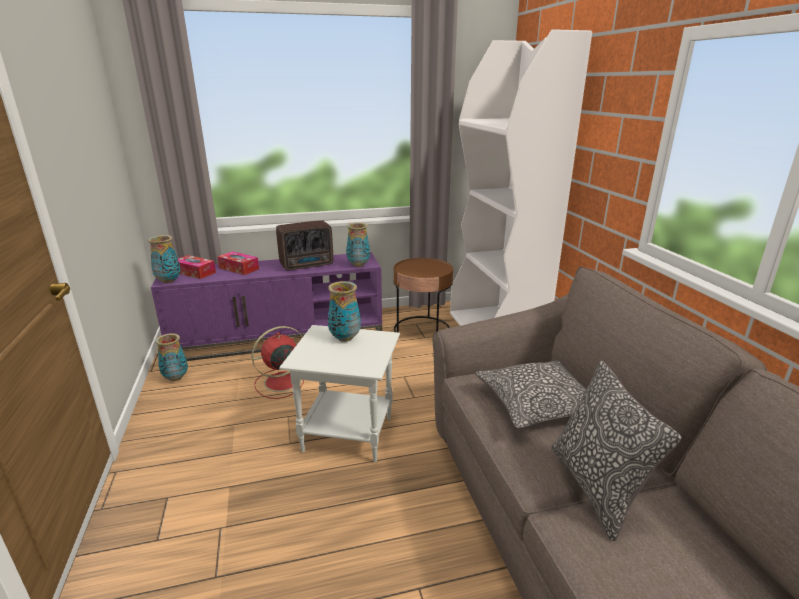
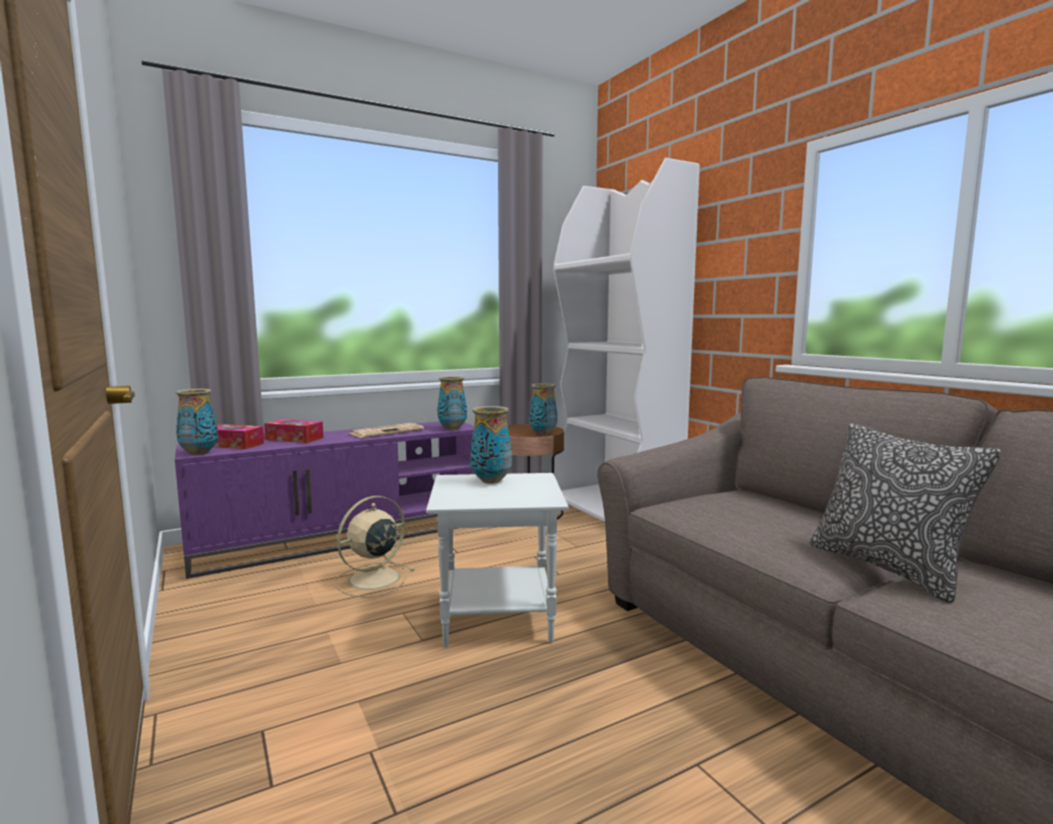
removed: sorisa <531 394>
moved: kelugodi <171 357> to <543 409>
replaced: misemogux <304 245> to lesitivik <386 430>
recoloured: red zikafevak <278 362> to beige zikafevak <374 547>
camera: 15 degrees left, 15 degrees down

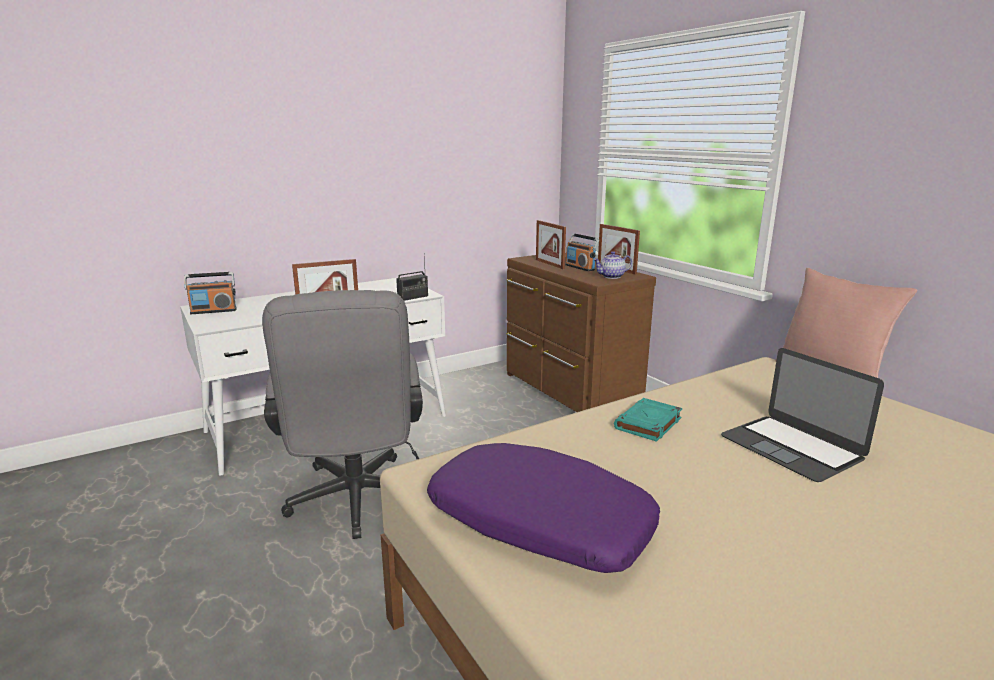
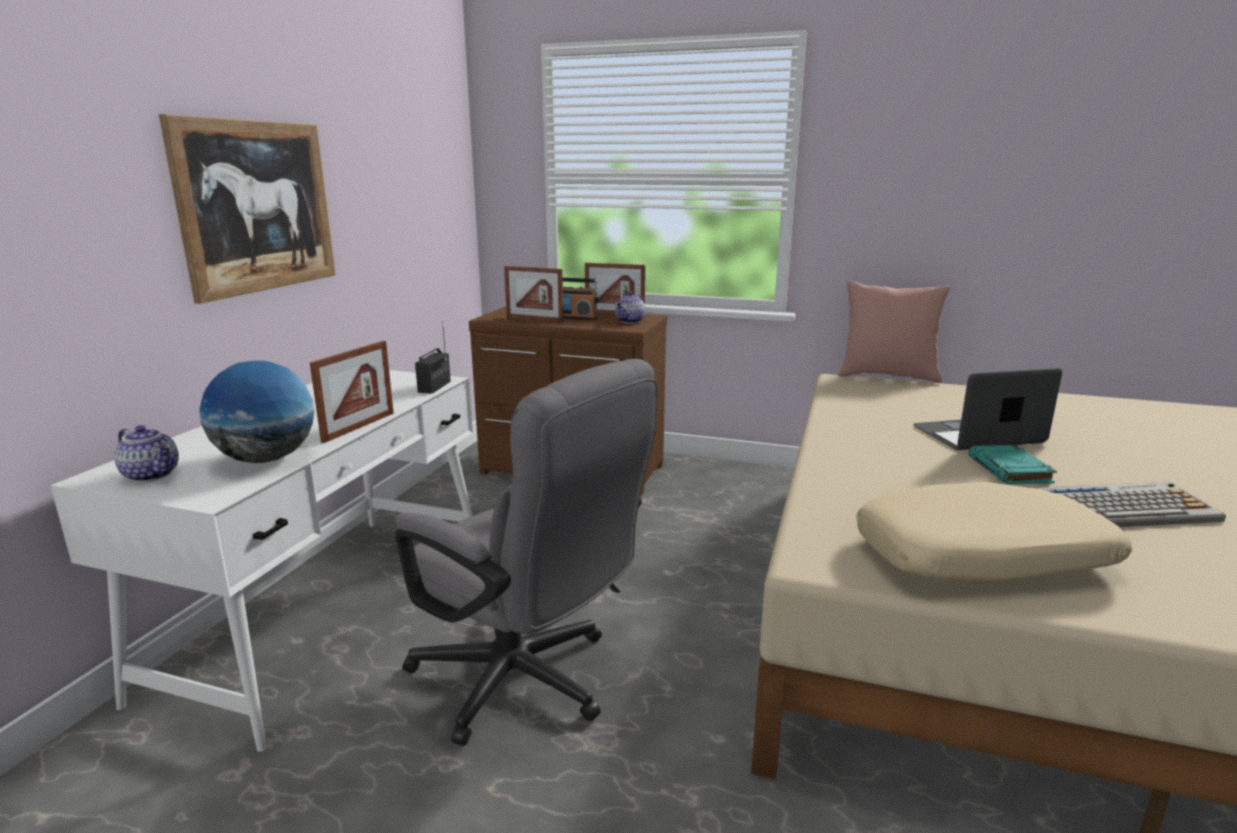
added: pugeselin <247 209>; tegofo <256 412>; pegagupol <1130 504>
moved: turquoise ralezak <648 420> to <1012 464>
replaced: misemogux <210 293> to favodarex <146 453>
recoloured: purple sorisa <543 508> to beige sorisa <994 532>
turned: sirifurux <802 415> = <987 409> 150 degrees clockwise
camera: 40 degrees left, 0 degrees up

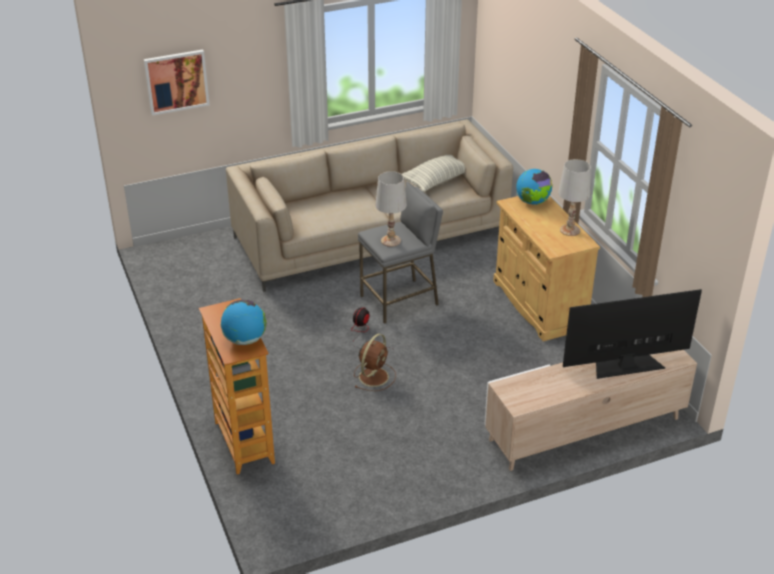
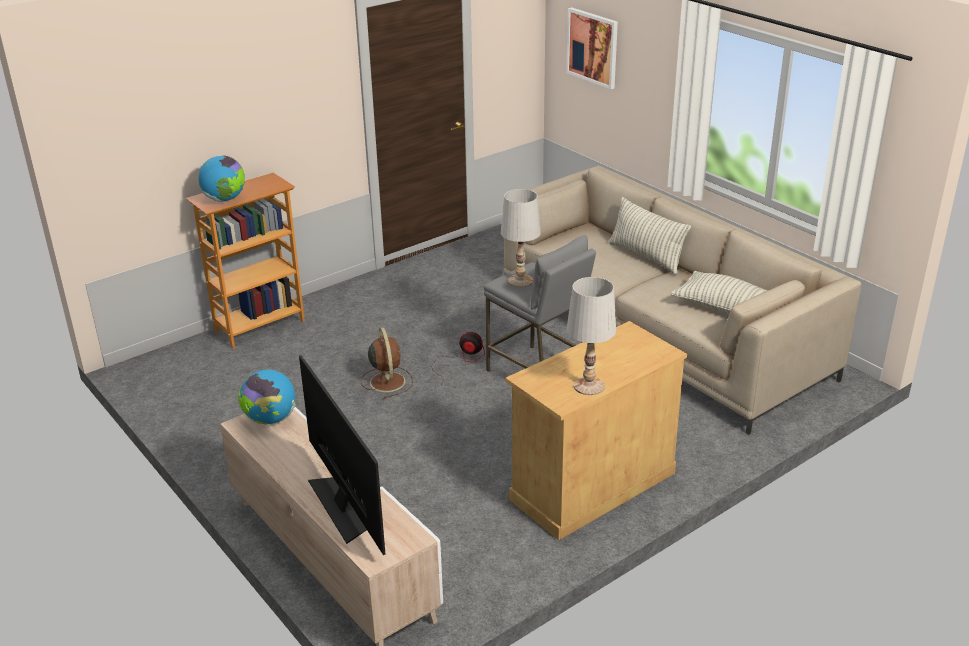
added: sorisa <650 236>
moved: tegofo <534 187> to <266 397>
turned: brown zikafevak <375 362> = <386 363> 120 degrees counterclockwise
camera: 75 degrees right, 5 degrees down

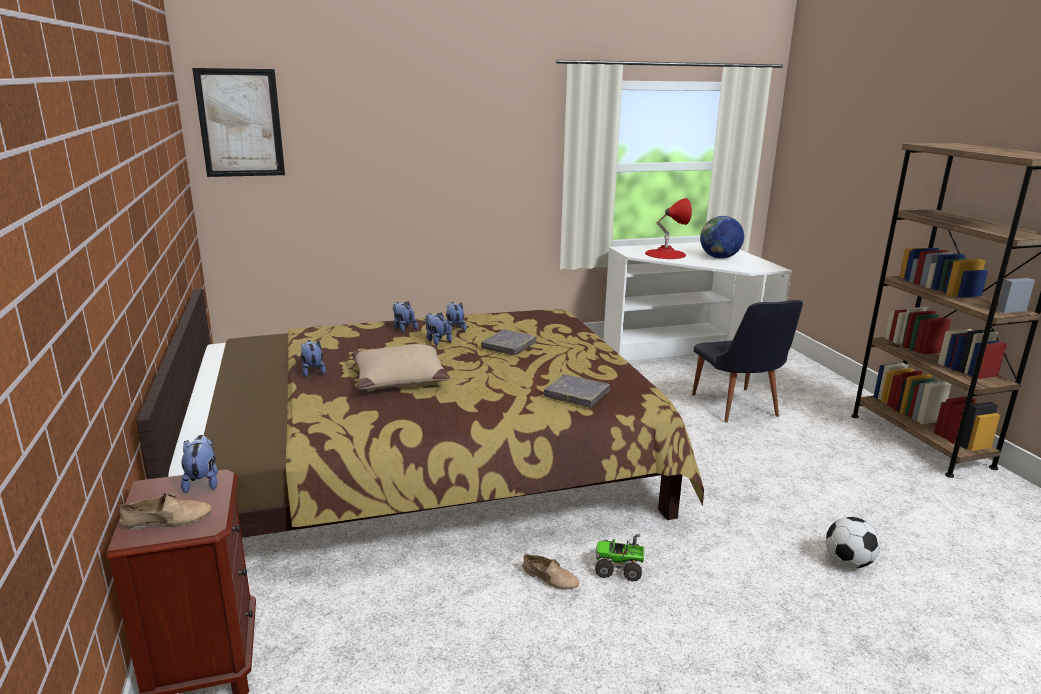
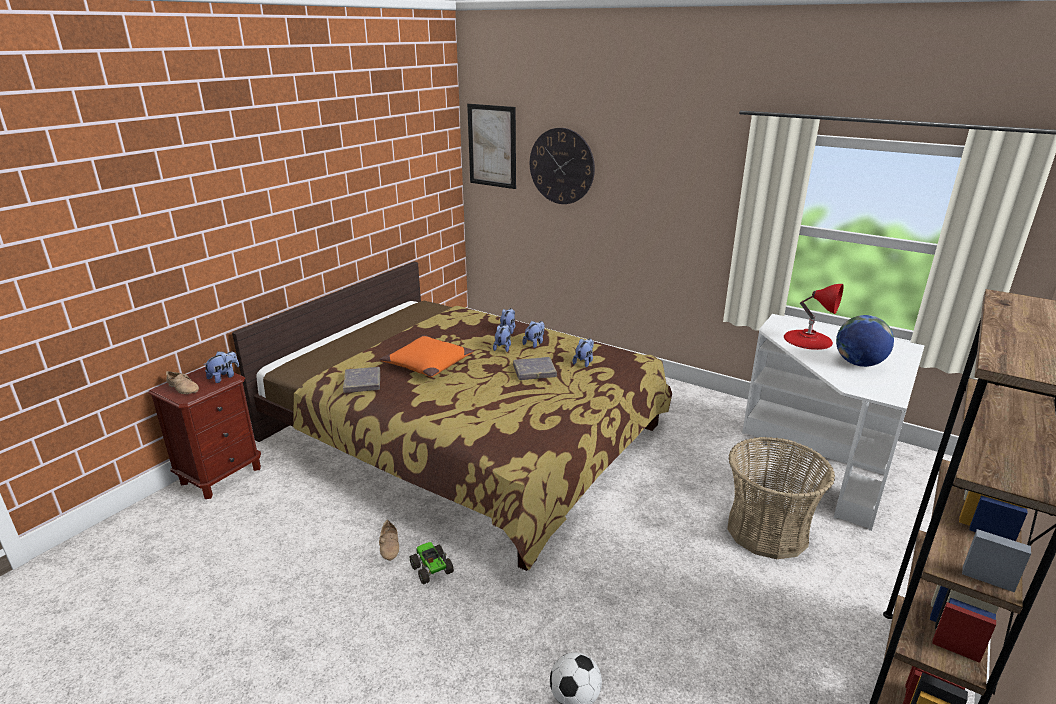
added: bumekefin <562 166>
moved: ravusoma <313 358> to <583 352>; grey ralezak <577 391> to <361 380>
replaced: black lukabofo <747 361> to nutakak <781 498>
recoloured: beige sorisa <400 367> to orange sorisa <426 356>
camera: 50 degrees right, 5 degrees up

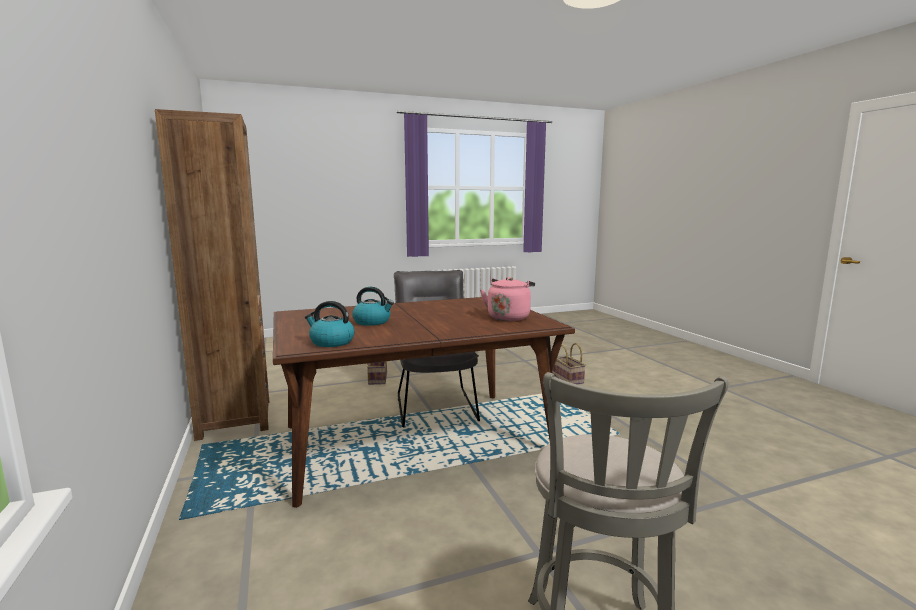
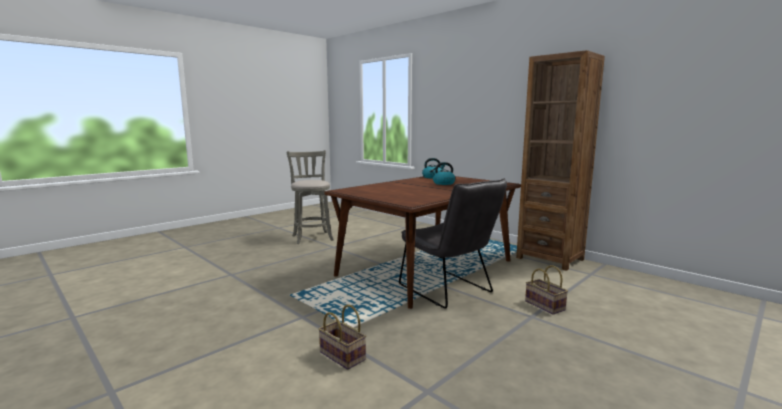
removed: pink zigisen <507 299>
camera: 155 degrees right, 0 degrees up

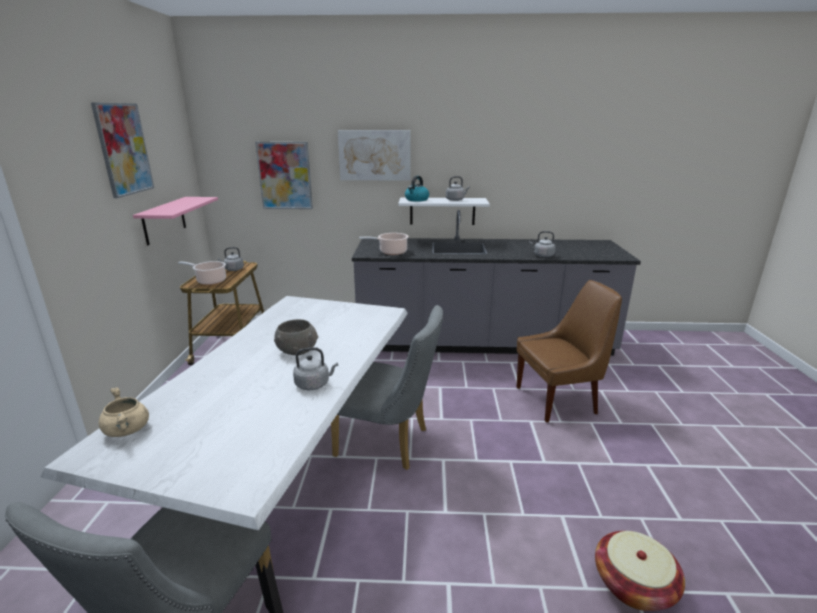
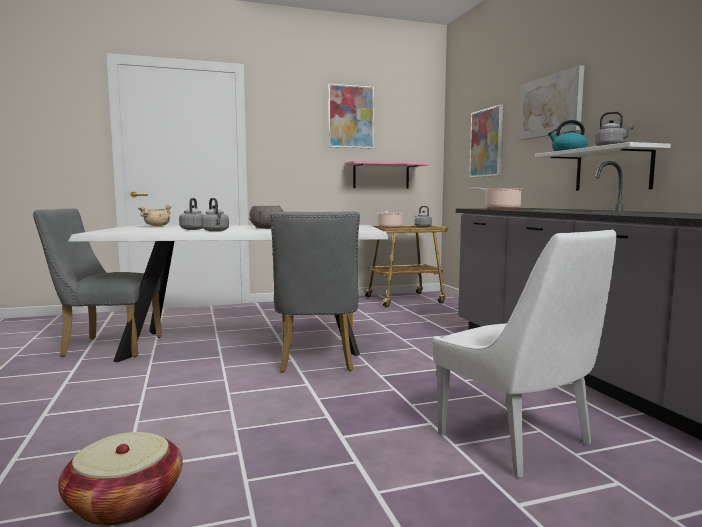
moved: grey zigisen <542 244> to <191 214>
recoloured: brown lukabofo <569 351> to white lukabofo <525 354>
camera: 70 degrees right, 15 degrees down

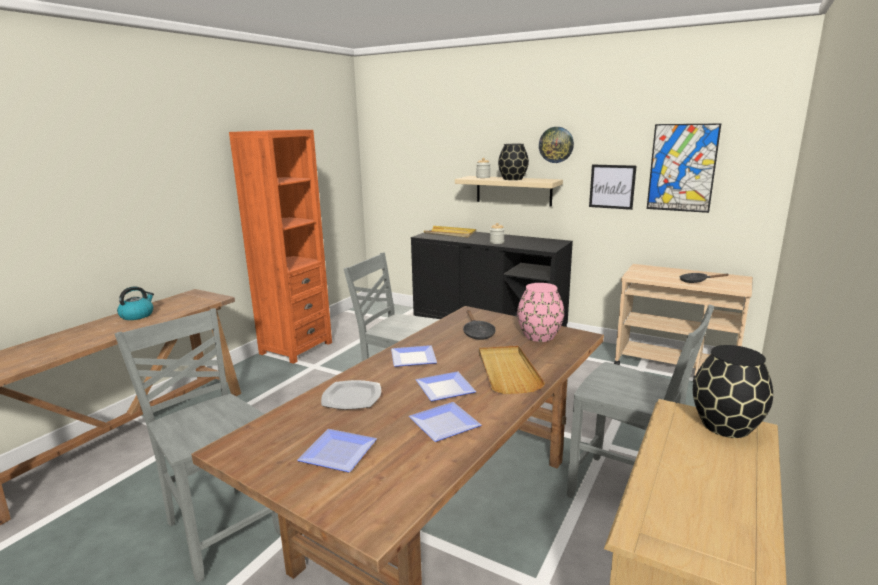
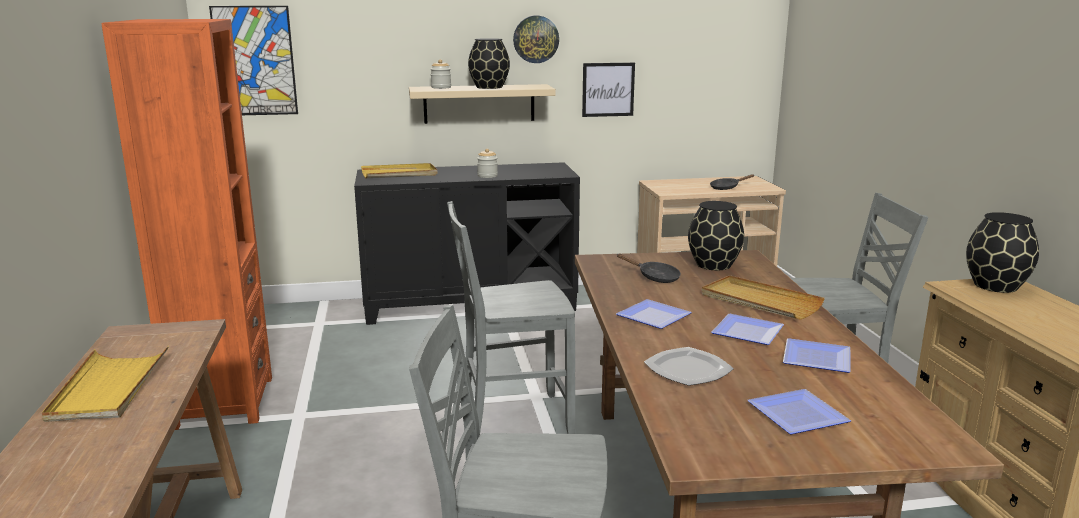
moved: pugeselin <684 168> to <253 60>
replaced: zigisen <135 303> to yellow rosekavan <105 384>
recoloured: pink kelugodi <540 312> to black kelugodi <716 235>
camera: 40 degrees left, 0 degrees up

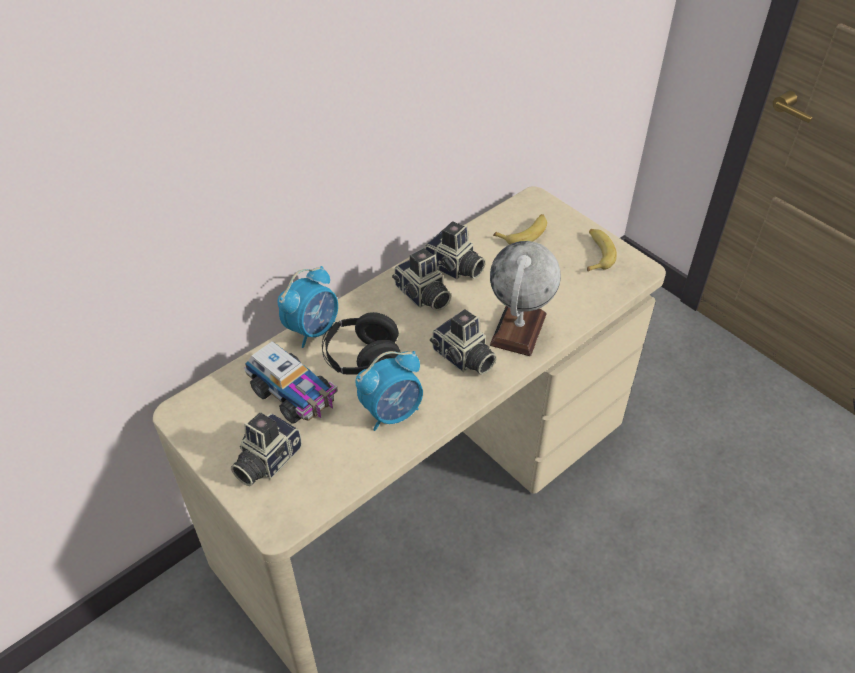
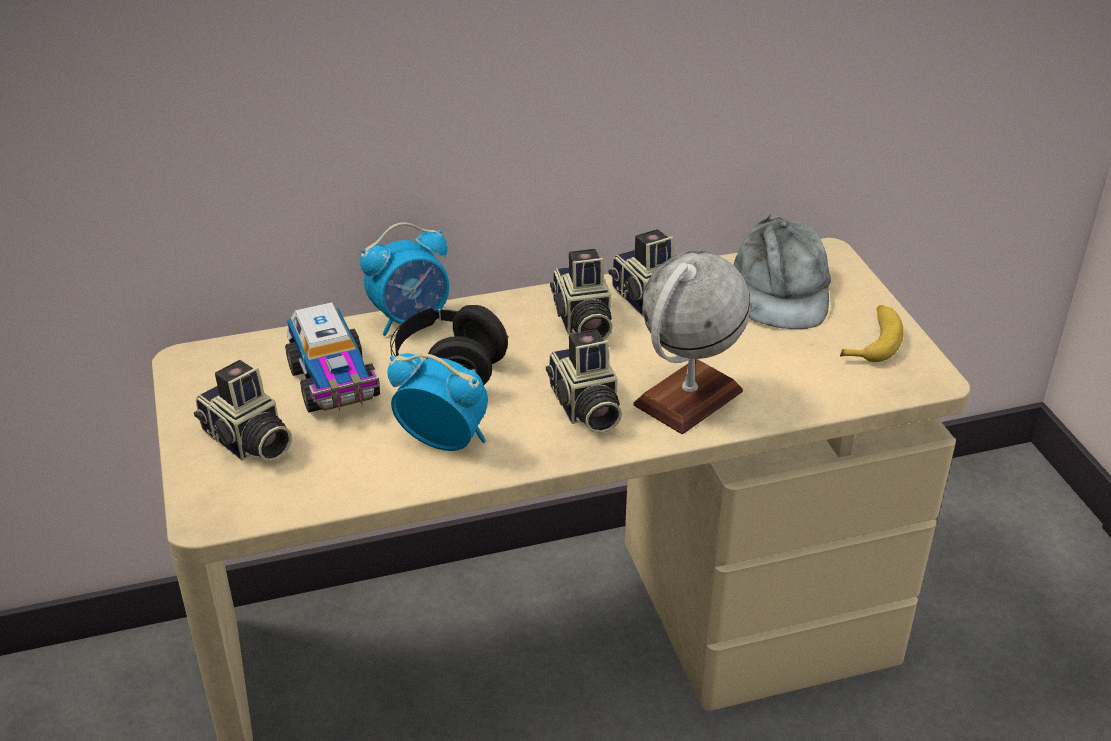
replaced: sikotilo <520 229> to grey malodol <782 272>
turned: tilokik <266 449> = <243 411> 105 degrees counterclockwise; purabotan <389 391> = <437 402> 150 degrees counterclockwise
camera: 25 degrees right, 10 degrees down

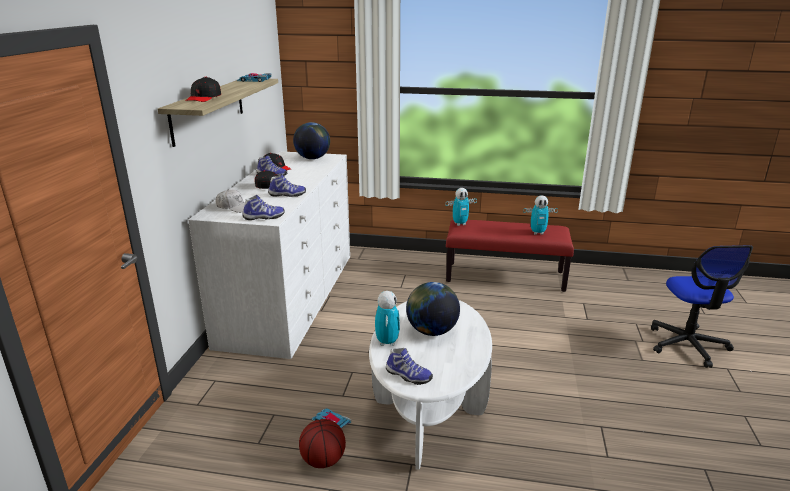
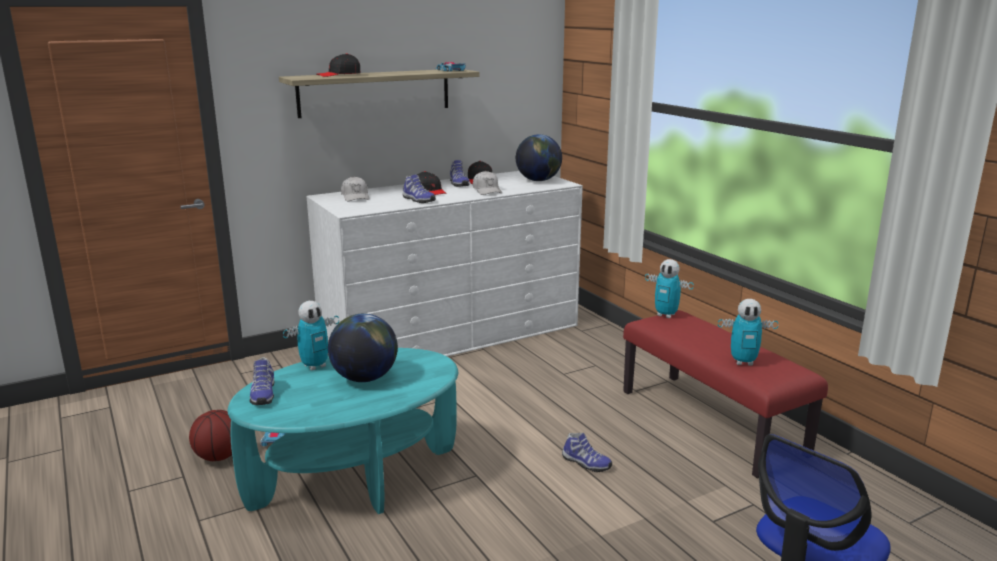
added: white malodol <487 183>
moved: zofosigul <263 207> to <587 452>
recoloured: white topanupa <430 385> to turquoise topanupa <342 431>
turned: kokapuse <540 215> = <748 332> 45 degrees counterclockwise
camera: 50 degrees right, 5 degrees down

